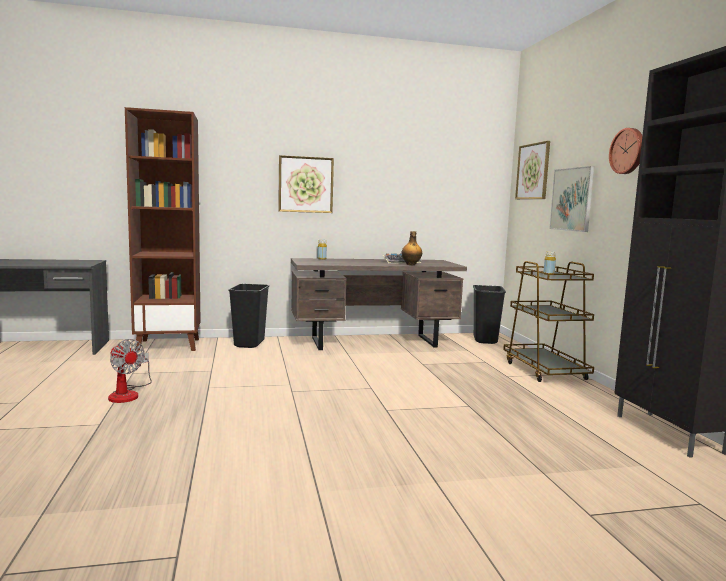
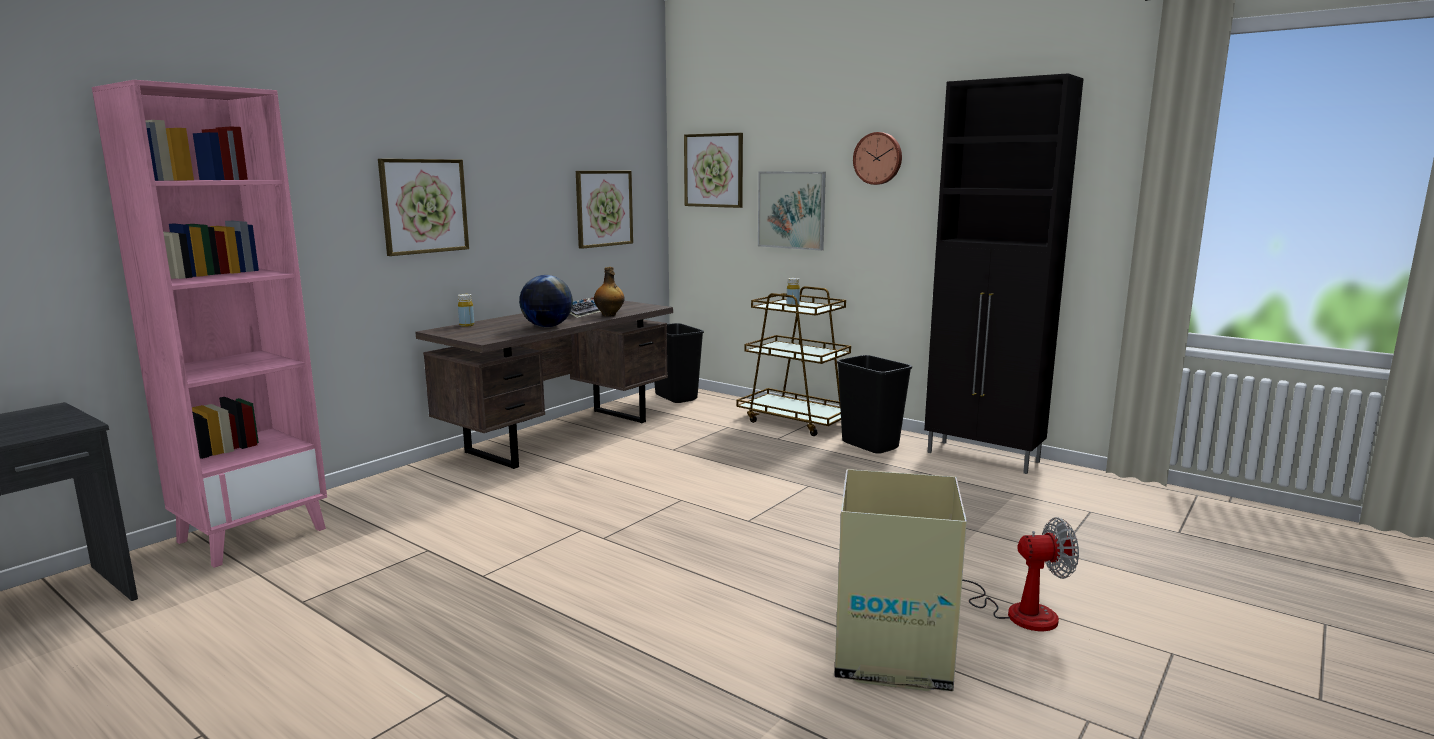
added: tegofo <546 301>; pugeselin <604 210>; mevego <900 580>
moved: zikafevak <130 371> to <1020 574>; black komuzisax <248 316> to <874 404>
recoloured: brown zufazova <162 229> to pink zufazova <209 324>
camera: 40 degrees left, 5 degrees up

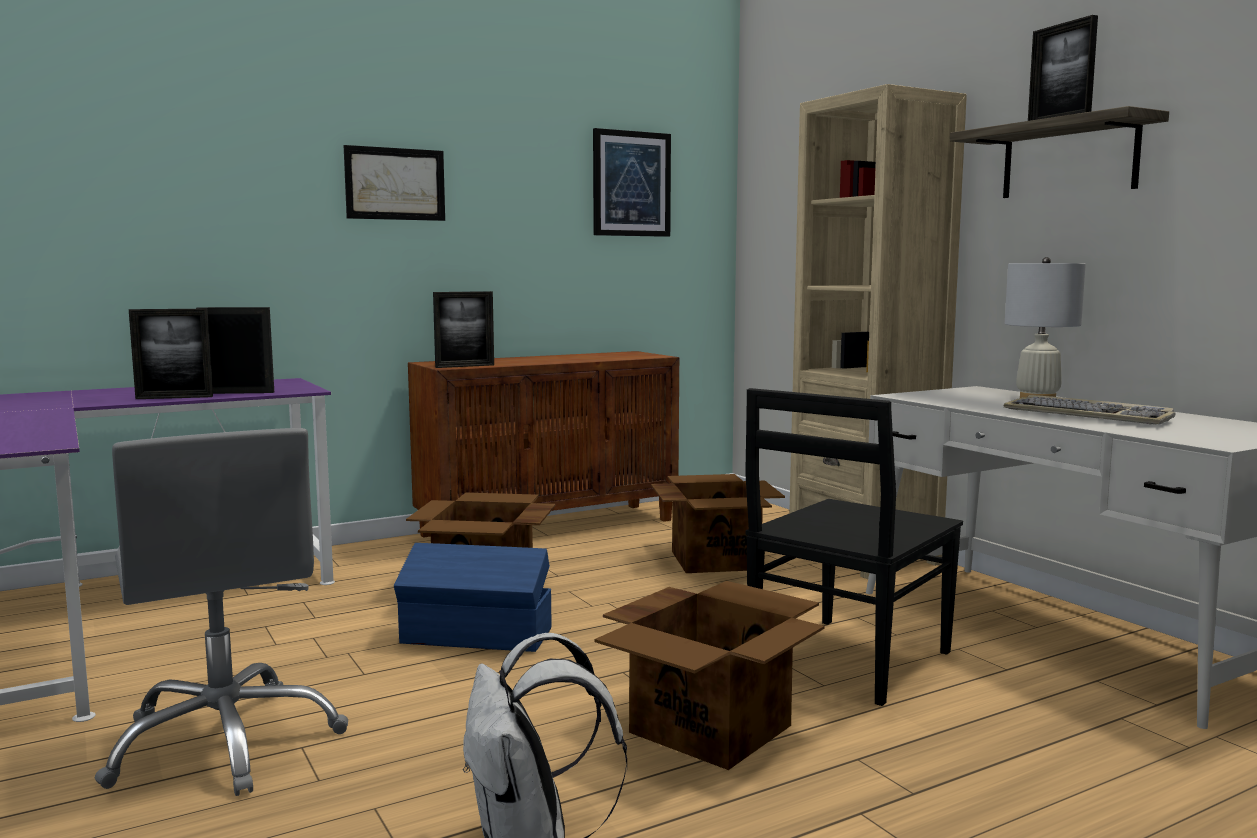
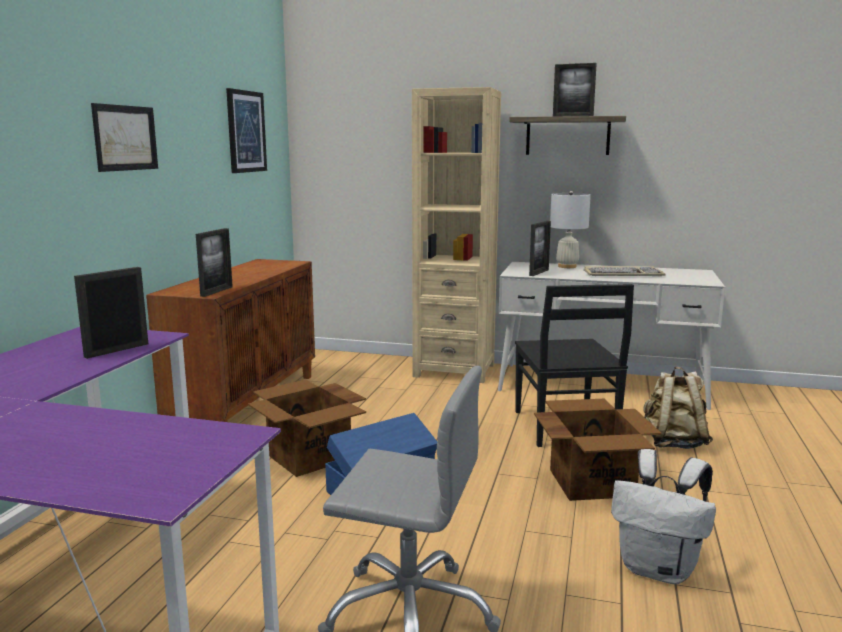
removed: mevego <718 523>
added: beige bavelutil <678 408>
moved: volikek <171 354> to <540 248>
camera: 45 degrees left, 5 degrees up

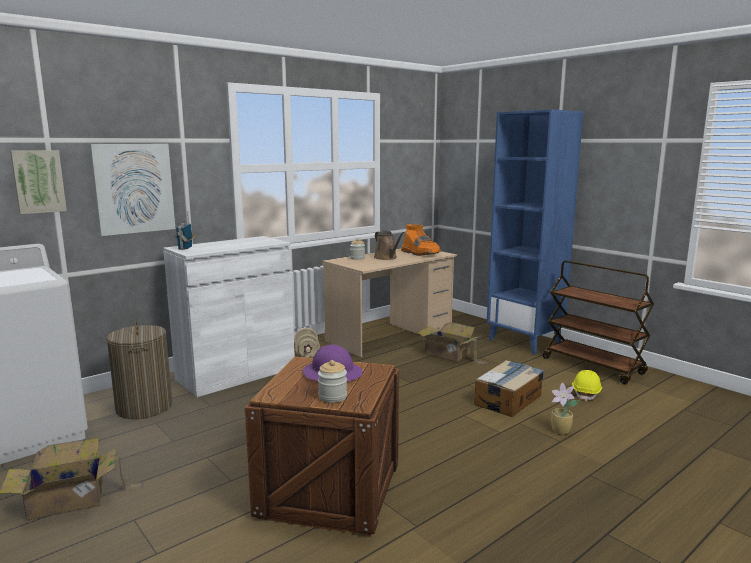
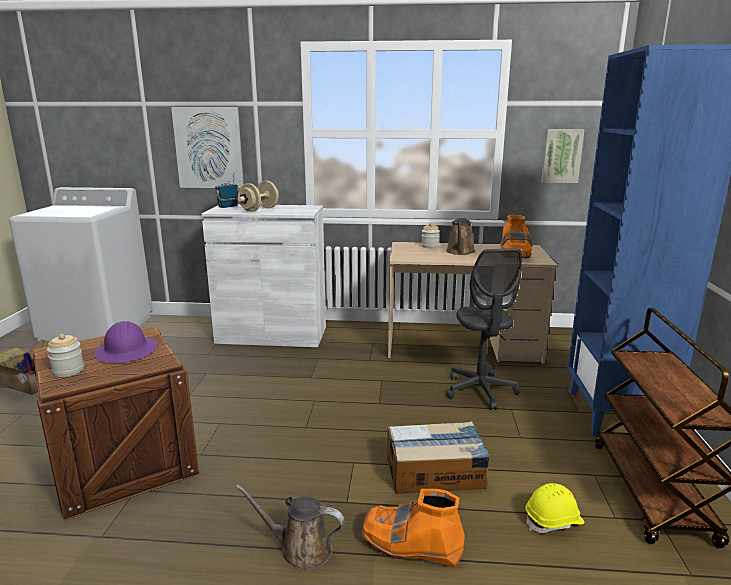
removed: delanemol <139 370>
added: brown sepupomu <289 527>
moved: pugeselin <38 182> to <563 156>; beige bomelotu <307 343> to <258 196>
replaced: mevego <452 343> to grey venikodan <484 329>; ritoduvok <565 408> to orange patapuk <413 528>
camera: 45 degrees right, 5 degrees up

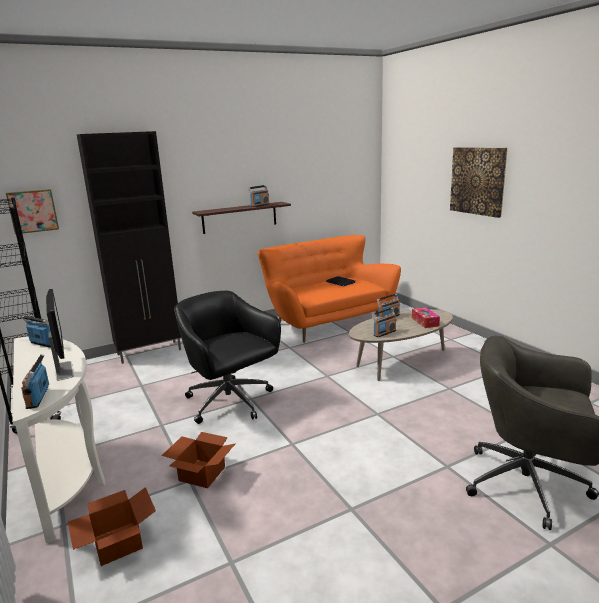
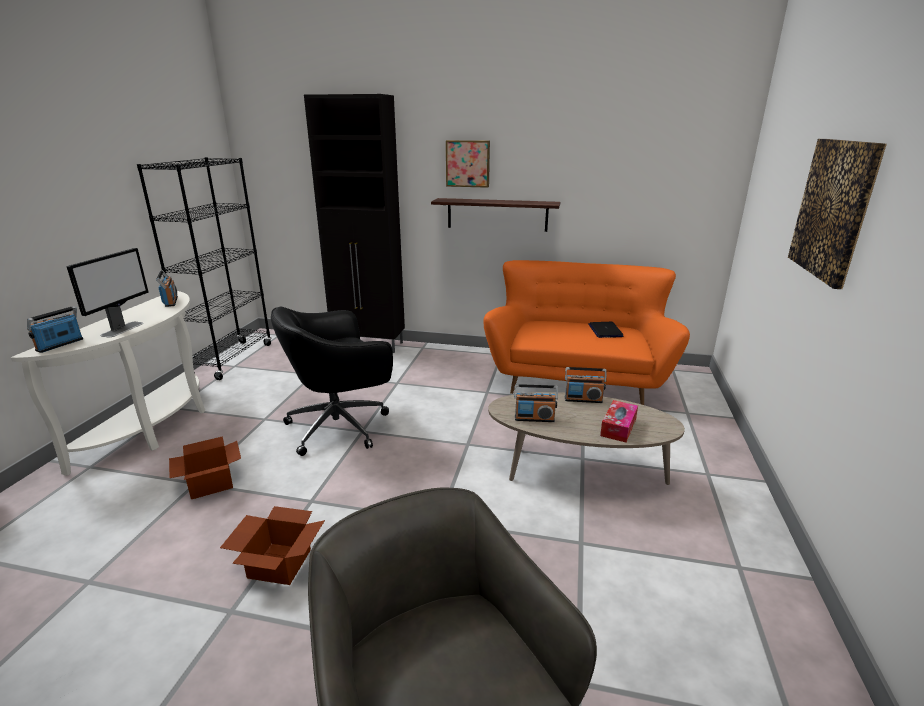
removed: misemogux <259 196>
moved: pugeselin <32 211> to <468 164>; mevego <112 526> to <272 545>
turned: black venikodan <227 357> = <332 381> 120 degrees counterclockwise
camera: 40 degrees right, 5 degrees up

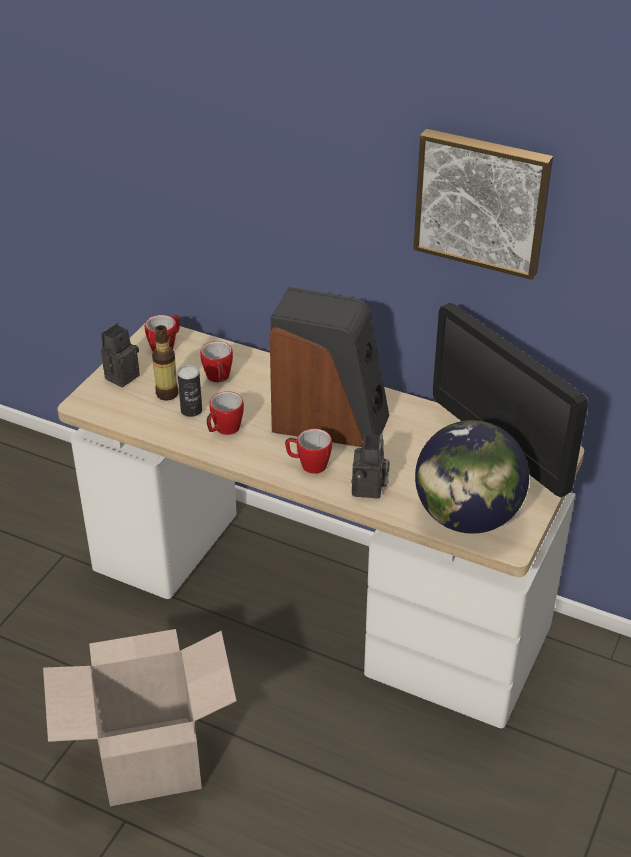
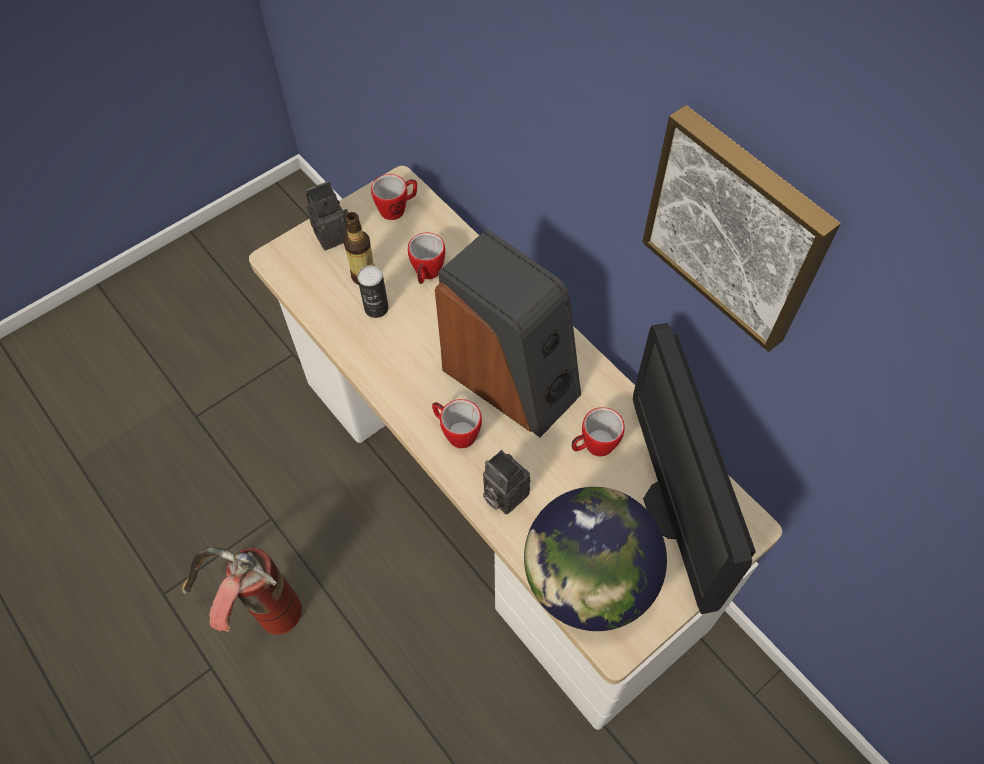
moved: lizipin <225 413> to <598 432>
replaced: mevego <140 717> to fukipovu <242 591>
turned: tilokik <370 465> = <506 482> 105 degrees clockwise
camera: 25 degrees right, 20 degrees up

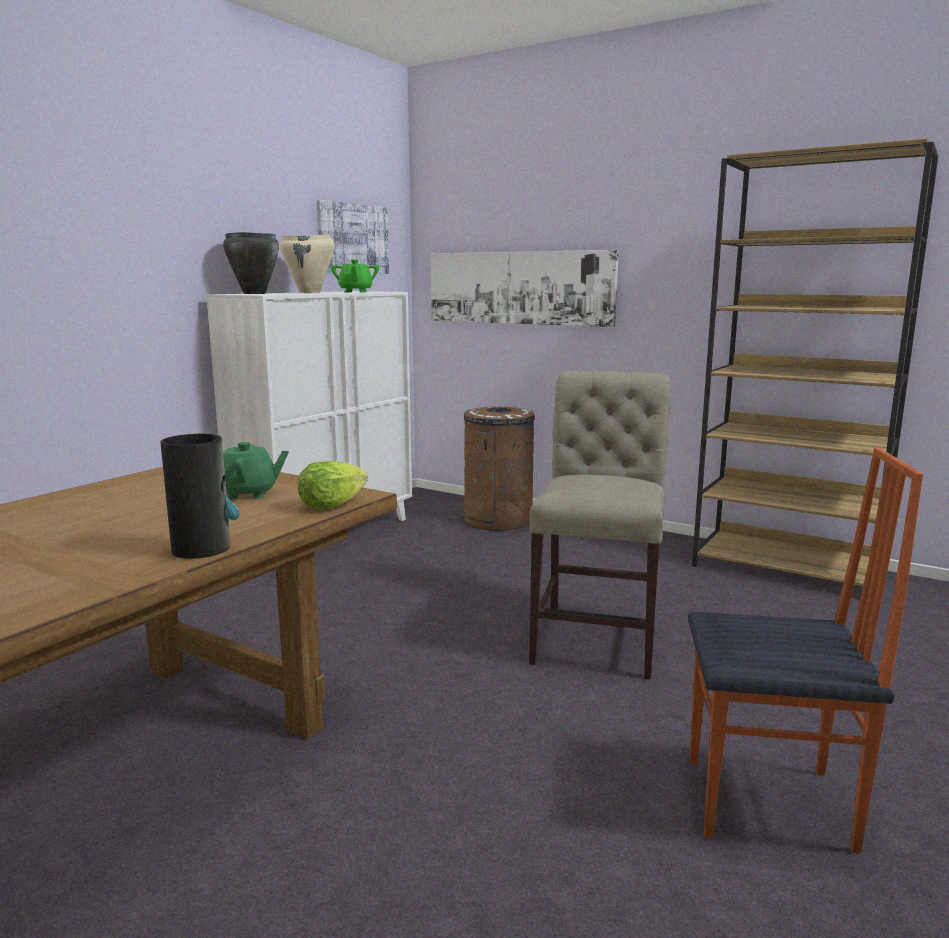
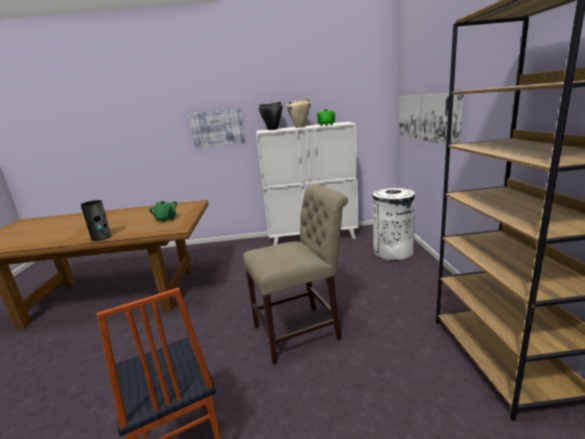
removed: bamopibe <333 485>
moved: pugeselin <352 237> to <217 128>
recoloured: brown komuzisax <499 469> to white komuzisax <393 224>
camera: 55 degrees right, 5 degrees up

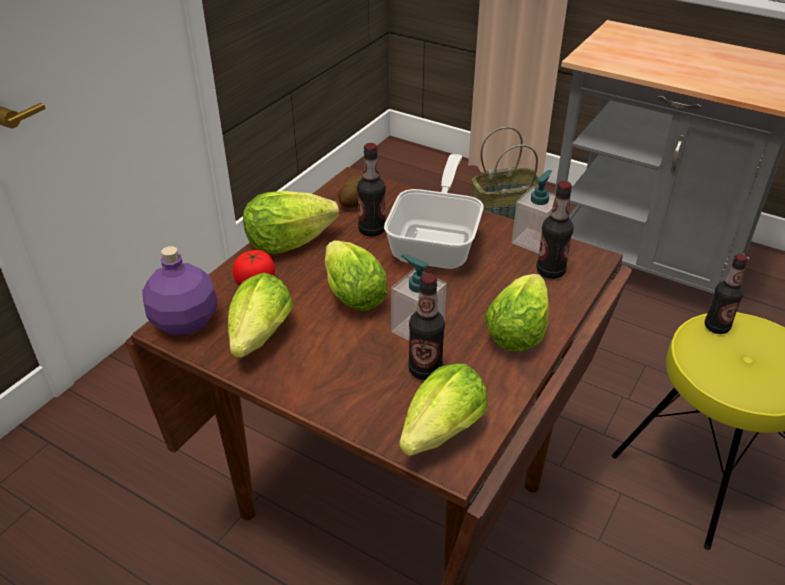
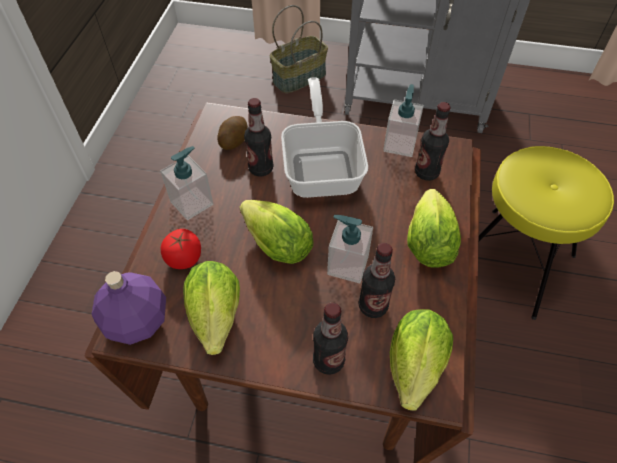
moved: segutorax <726 294> to <330 339>
replaced: bamopibe <291 222> to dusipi <186 183>
camera: 20 degrees left, 15 degrees up

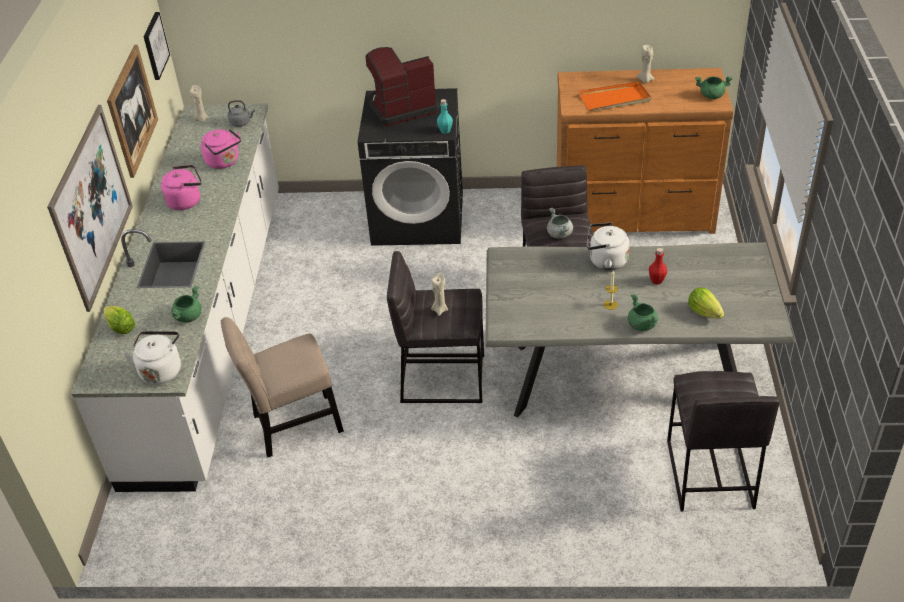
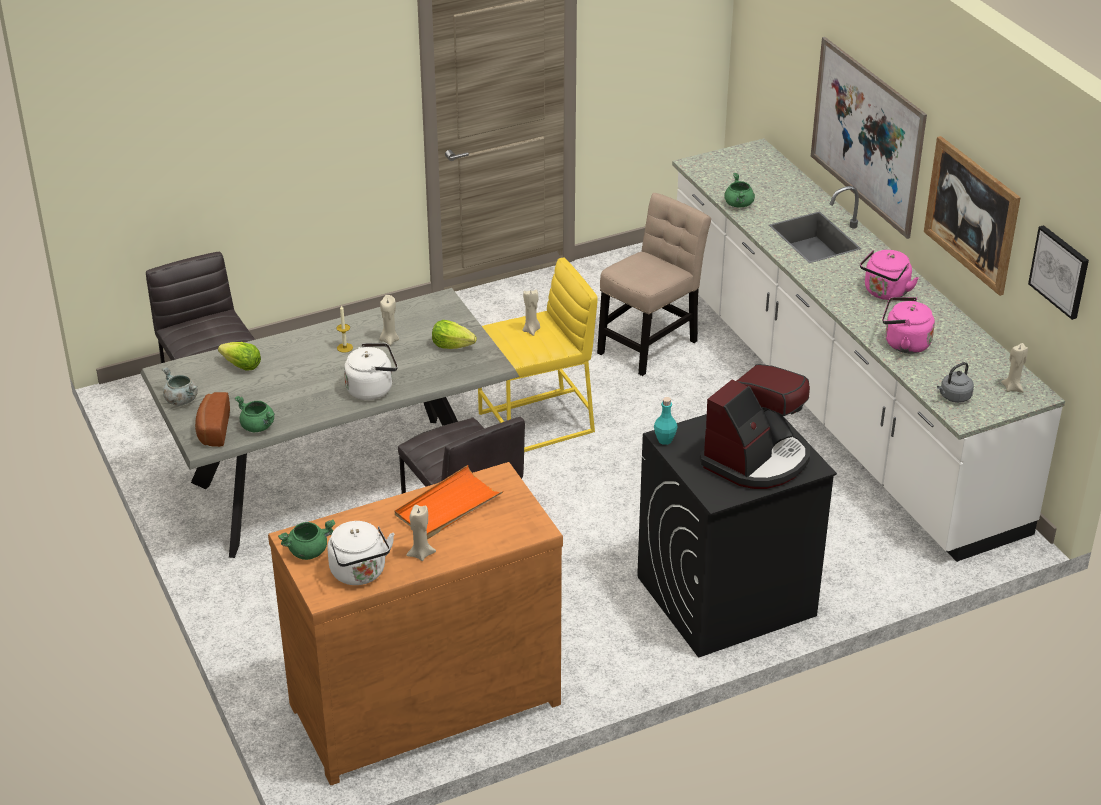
removed: red segutorax <658 266>
added: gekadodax <212 419>; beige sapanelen <389 320>
moved: bamopibe <119 320> to <454 334>; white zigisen <152 358> to <361 553>; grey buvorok <560 223> to <180 386>; green buvorok <643 312> to <254 414>
recoloured: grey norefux <435 327> to yellow norefux <537 354>
camera: 150 degrees right, 5 degrees down

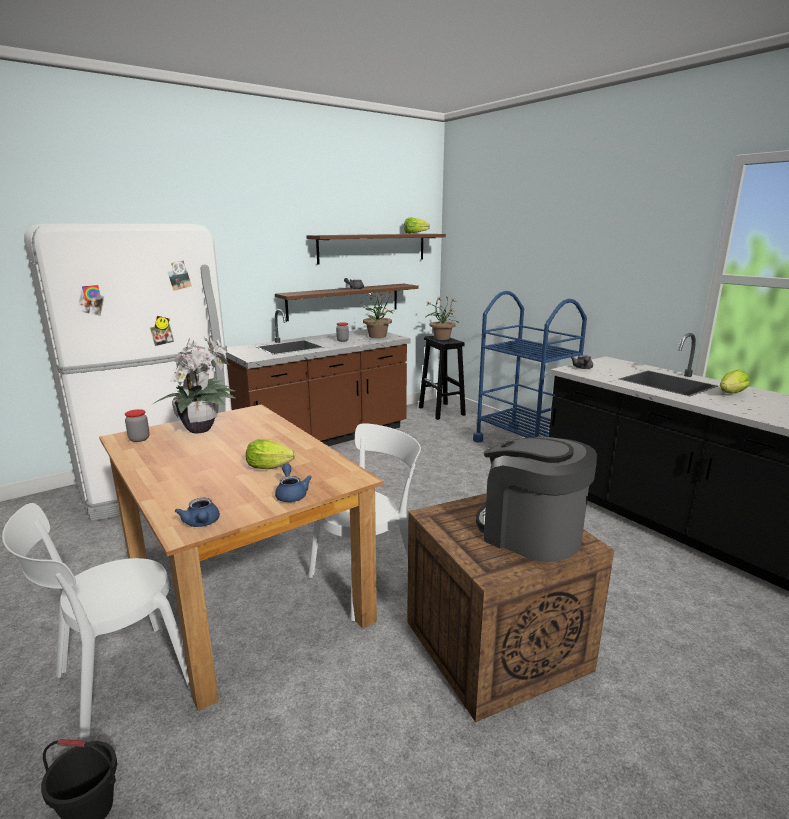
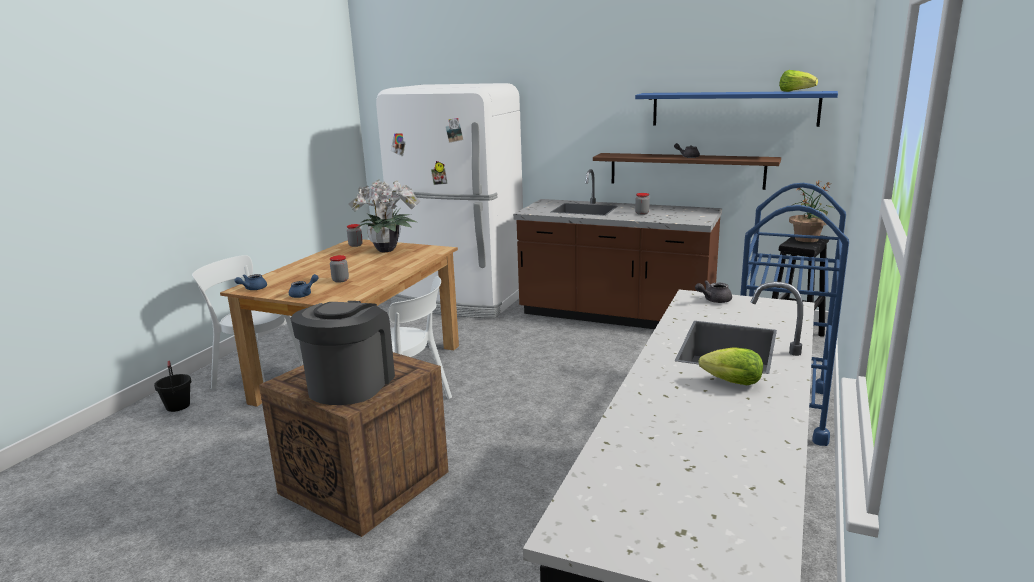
removed: ritoduvok <376 314>
replaced: bamopibe <270 454> to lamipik <339 269>
recoloured: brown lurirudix <376 249> to blue lurirudix <736 109>
camera: 60 degrees right, 0 degrees up

